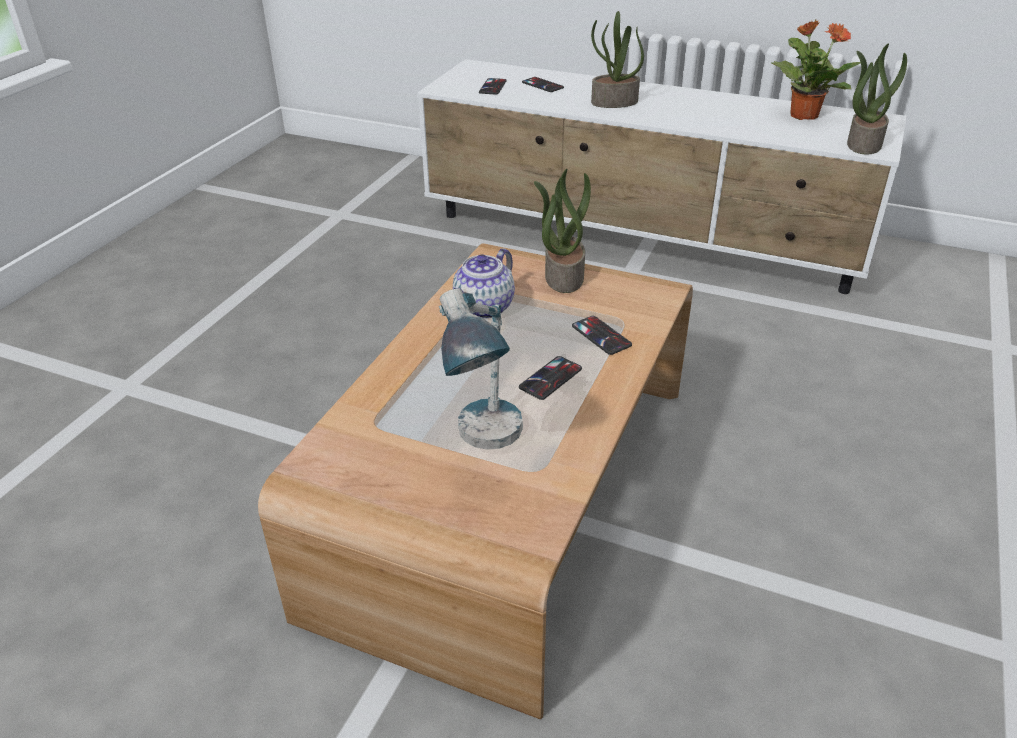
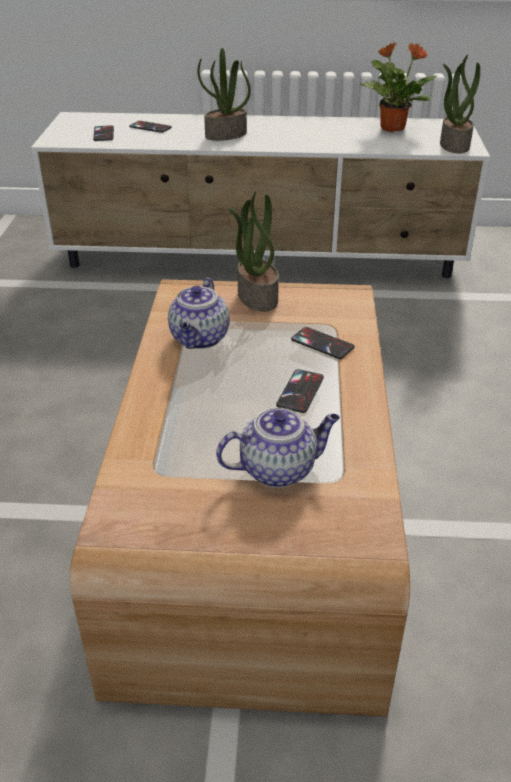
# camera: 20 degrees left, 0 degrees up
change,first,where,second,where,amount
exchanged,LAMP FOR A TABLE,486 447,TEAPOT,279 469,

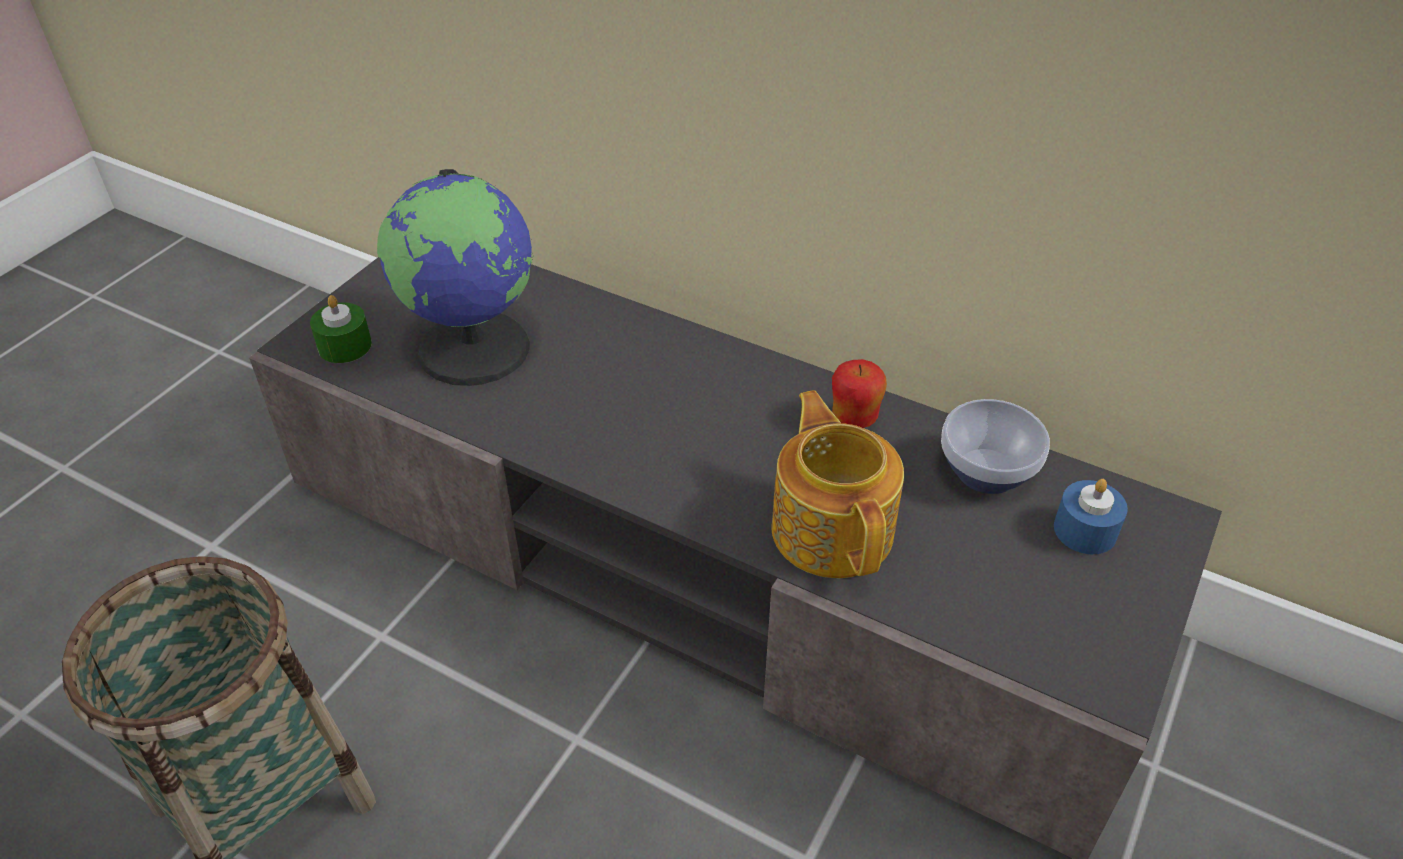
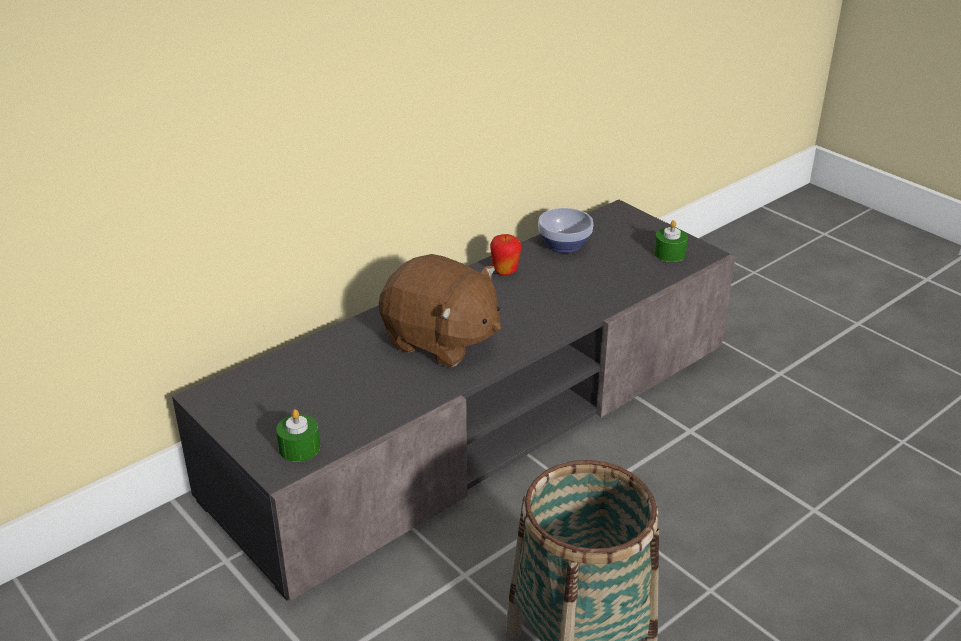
# camera: 70 degrees left, 10 degrees down
change,first,where,second,where,amount
appeared,,,BROWNISH CUDDLY TOY,441 341,
appeared,,,GREEN WAX CANDLE,669 253,
missing,GLOBE,476 348,,,
missing,TEAPOT,833 528,,,
missing,BLUISH WAX CANDLE,1085 530,,,

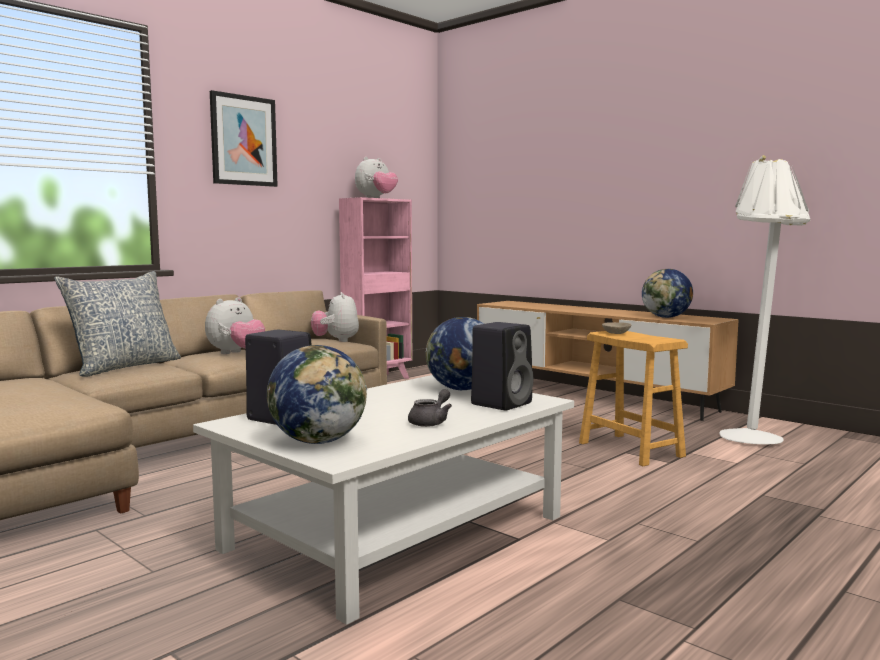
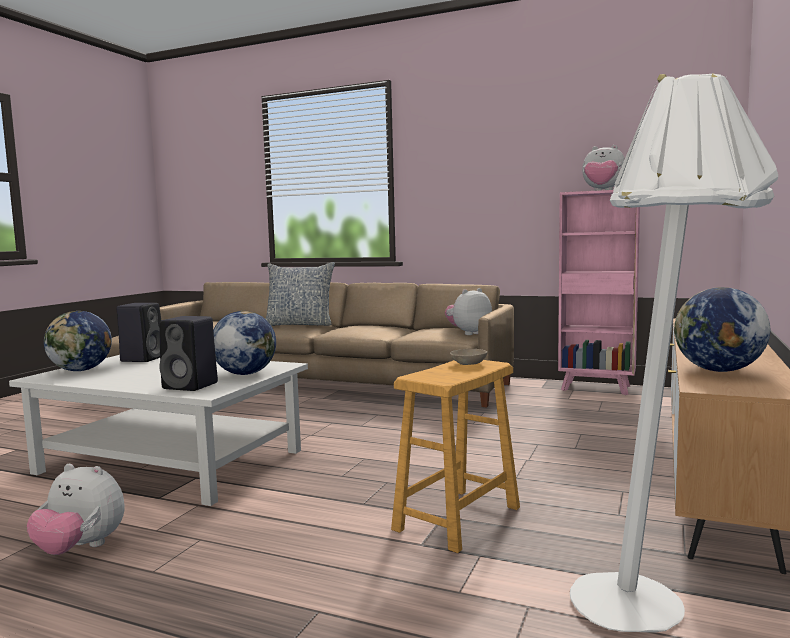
# camera: 70 degrees right, 0 degrees up
change,first,where,second,where,amount
relocated,CUDDLY TOY,236 353,,81 548,
missing,WALL PICTURE,243 140,,,
missing,GRAY TEAPOT,431 422,,,

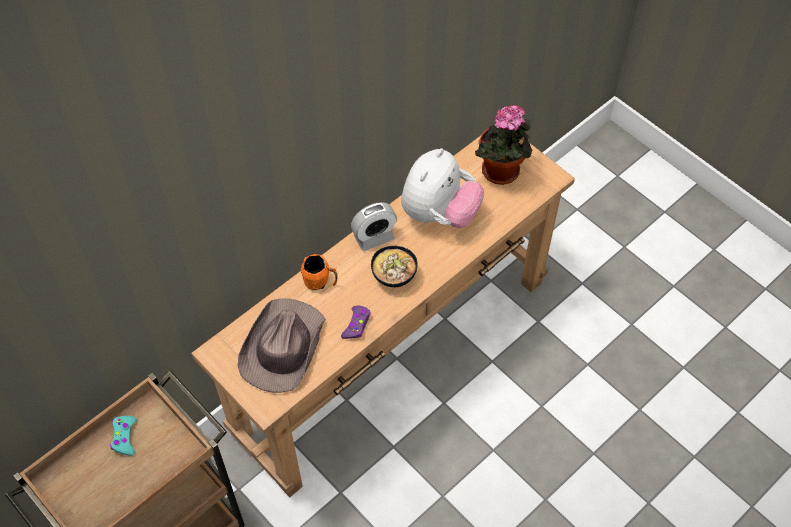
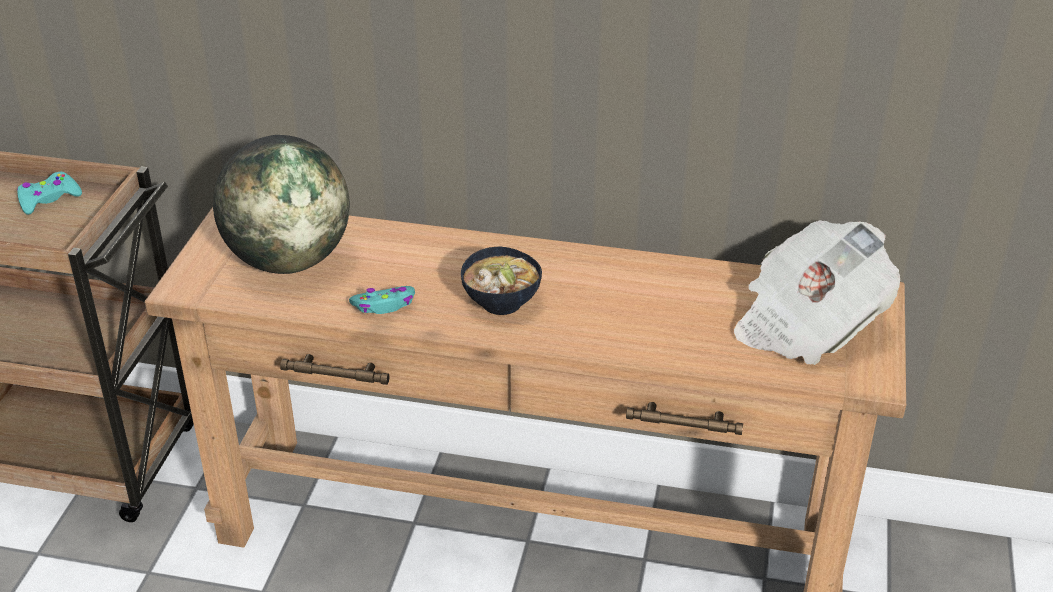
# camera: 55 degrees right, 20 degrees down
change,first,where,second,where,amount
exchanged,BROWNISH CLOTHING HAT,282 347,GLOBE,288 261,
colour,PURPLISH GAME CONTROLLER,356 325,BLUE-GREEN GAME CONTROLLER,384 305,
exchanged,HOUSEPLANT,501 173,DAILY PAPER,807 324,
missing,ORANGE-COLOURED TEA MUG,320 282,,,
missing,ALARM CLOCK,374 237,,,
missing,CUDDLY TOY,439 214,,,

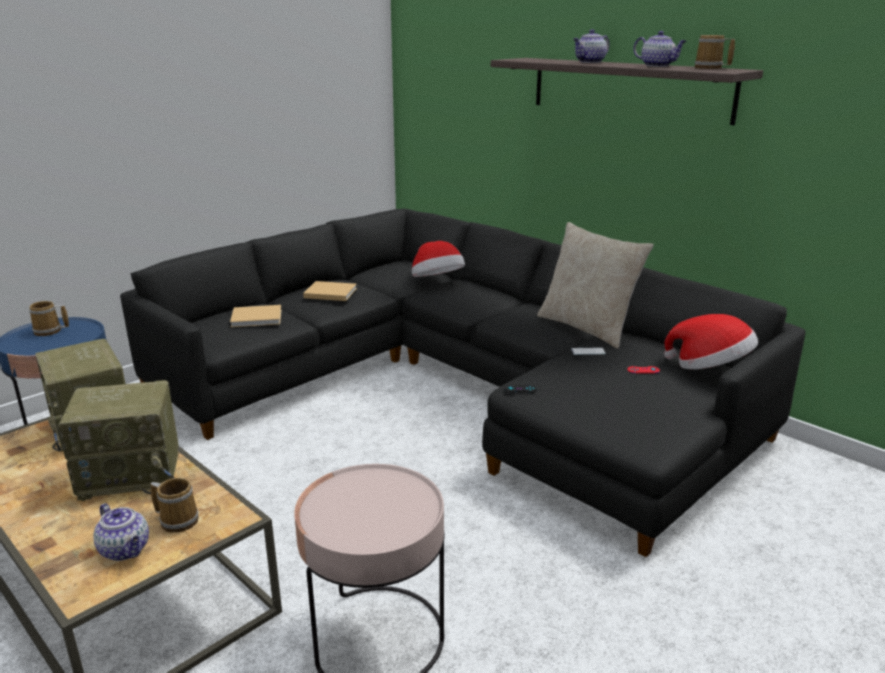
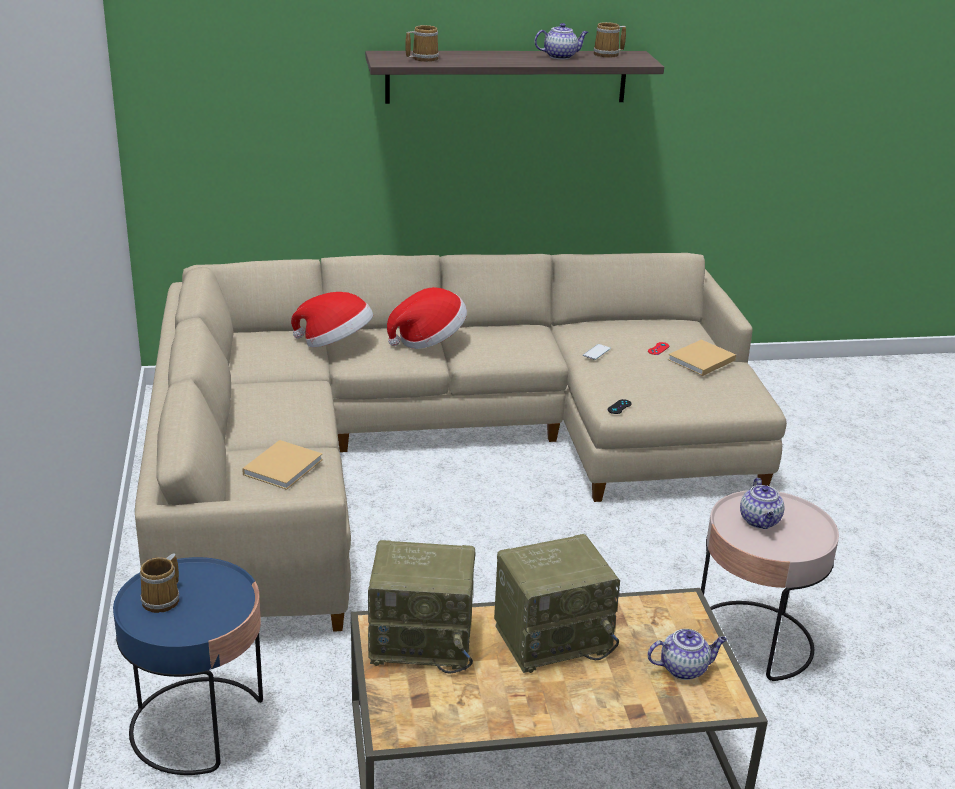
# camera: 55 degrees left, 5 degrees up
change,first,where,second,where,amount
colour,BLACK SETTEE,457 388,SAND-COLOURED SETTEE,431 451,
relocated,CLOTHING HAT,710 367,,428 340,
relocated,TEA MUG,178 519,,423 58,
spun,RADIO RECEIVER,133 474,,553 637,45 degrees clockwise
relocated,SAND-COLOURED BOOK,329 293,,700 360,
relocated,TEAPOT,589 62,,760 521,
missing,SAND-COLOURED CUSHION,587 327,,,

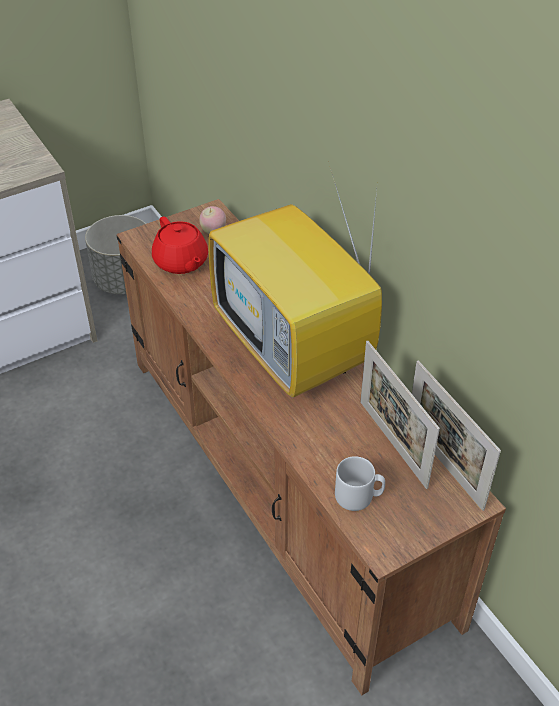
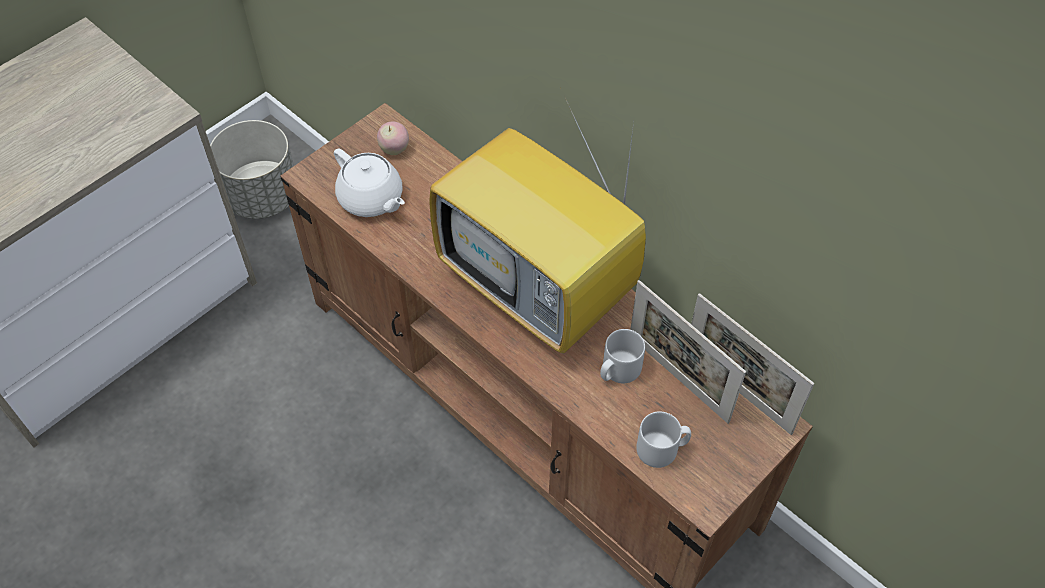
# camera: 15 degrees left, 10 degrees up
change,first,where,second,where,amount
colour,RED-COLOURED TEAPOT,181 262,WHITISH TEAPOT,371 199,
appeared,,,GRAY TEA MUG,618 370,

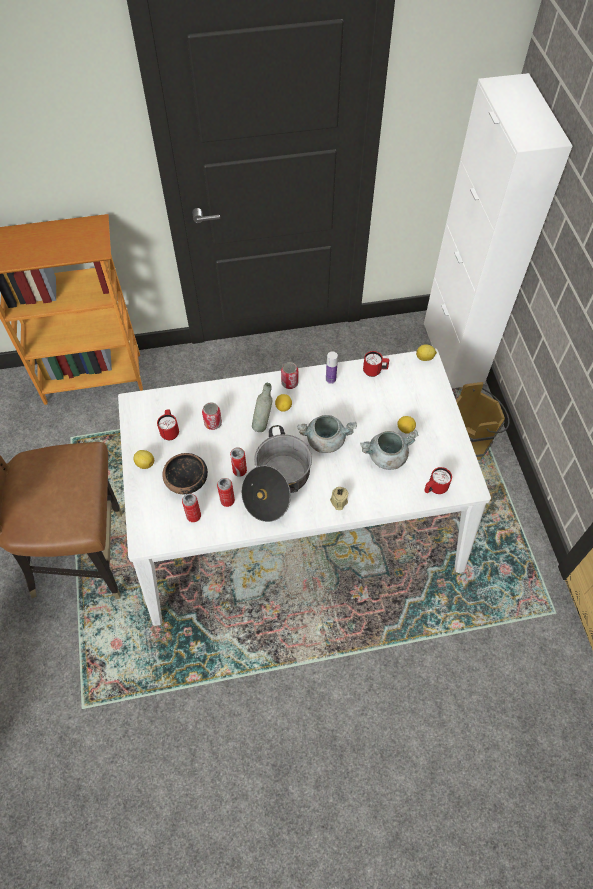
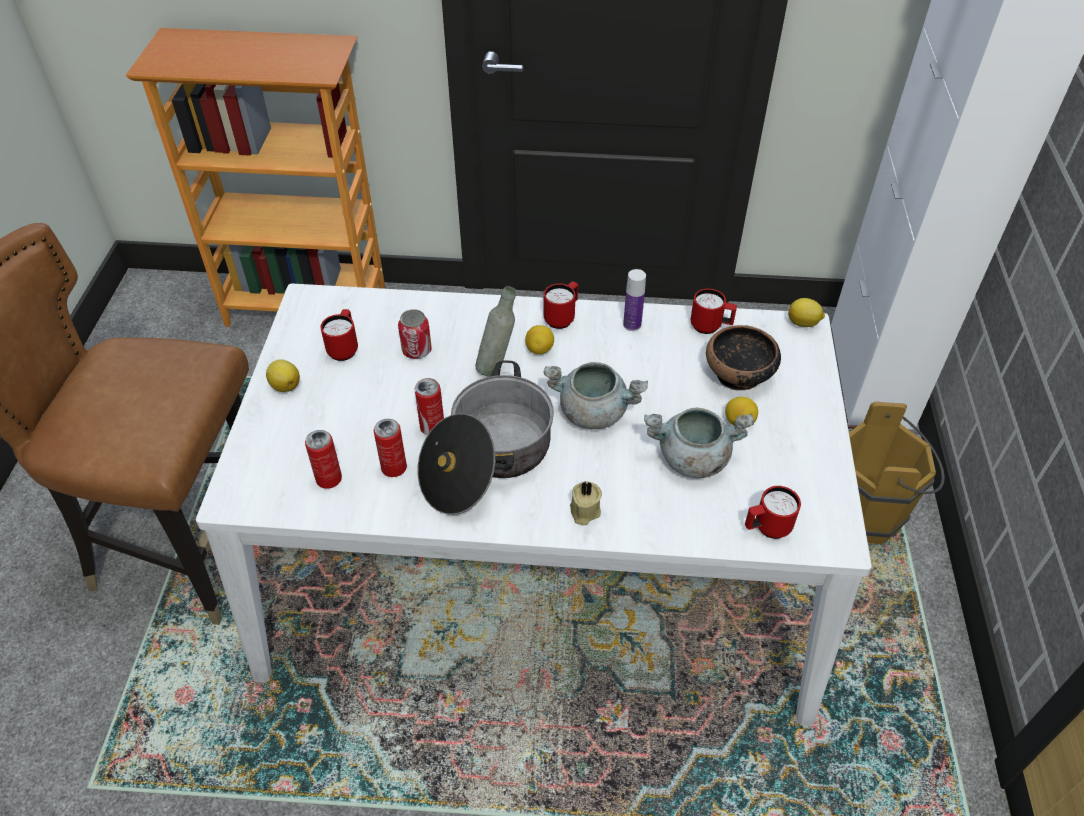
# camera: 15 degrees right, 10 degrees down
change,first,where,second,where,amount
exchanged,SEALED CAN,289 383,RED-COLOURED TEA MUG,562 318,
relocated,BOWL,187 482,,738 375,

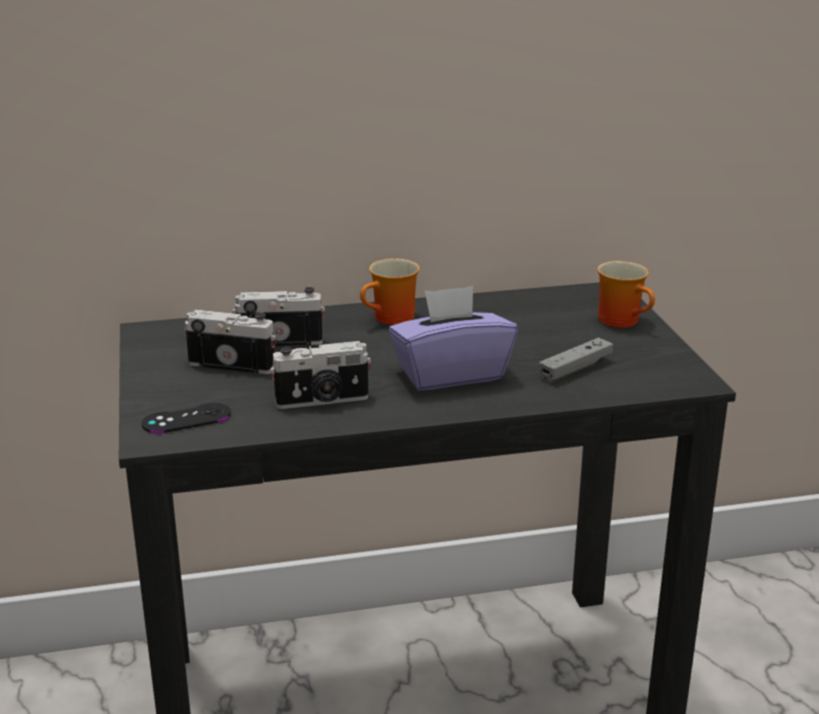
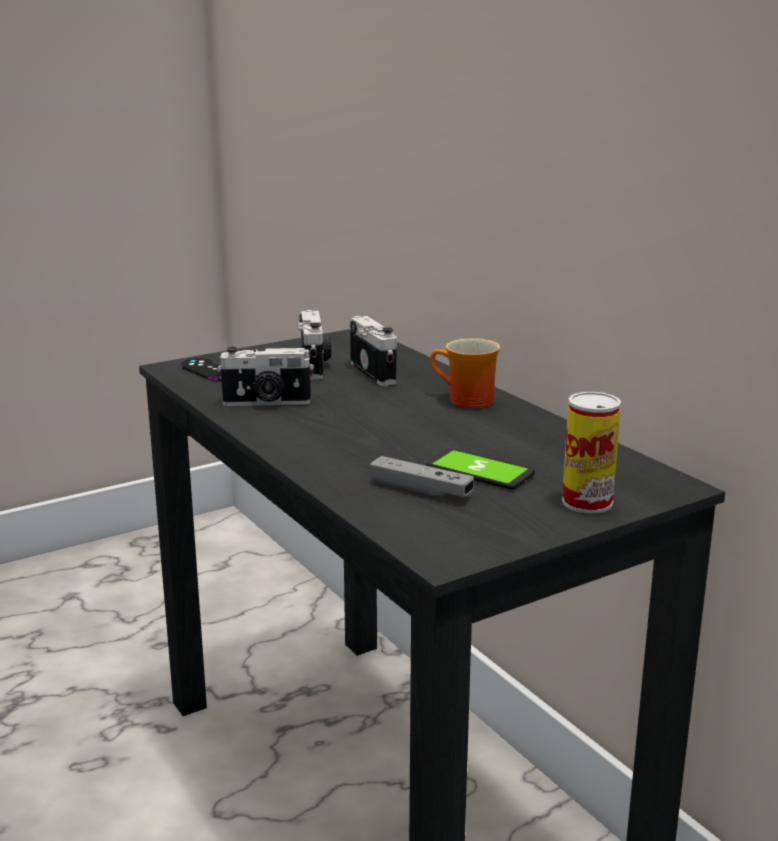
# camera: 70 degrees right, 5 degrees down
change,first,where,second,where,amount
spun,STILL CAMERA,322 401,,267 403,60 degrees counterclockwise
appeared,,,HANDSET,480 471,
exchanged,TEA MUG,624 320,SEALED CAN,587 502,
missing,PURPLISH TISSUE HOLDER,450 374,,,

